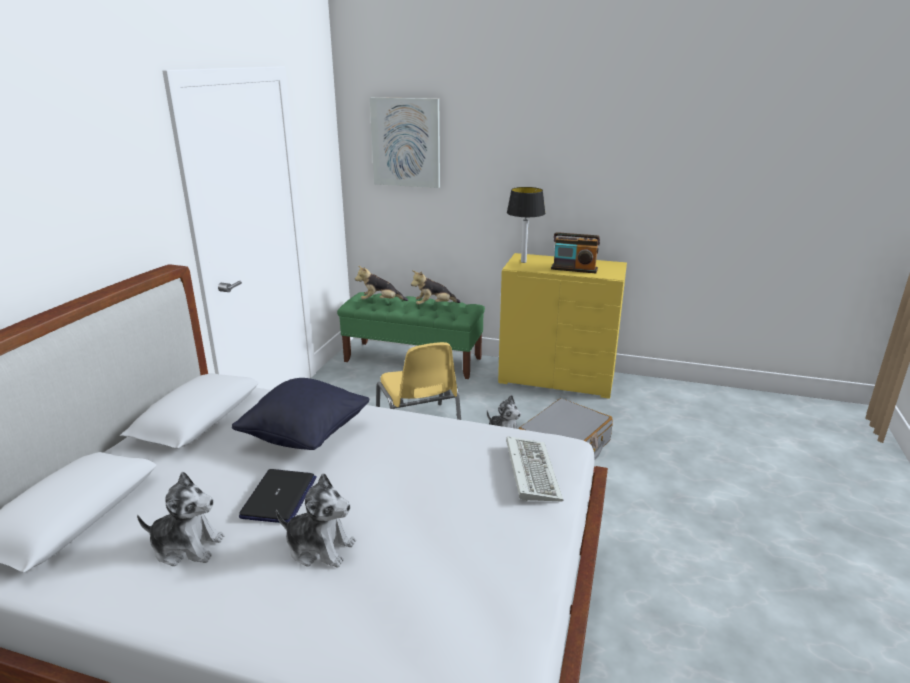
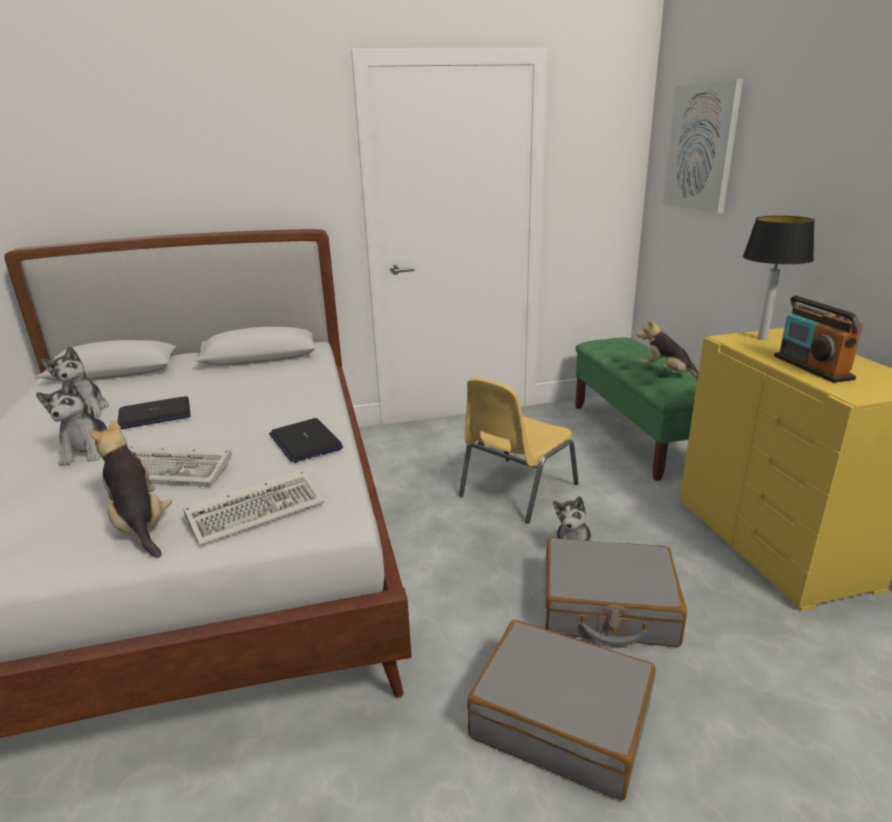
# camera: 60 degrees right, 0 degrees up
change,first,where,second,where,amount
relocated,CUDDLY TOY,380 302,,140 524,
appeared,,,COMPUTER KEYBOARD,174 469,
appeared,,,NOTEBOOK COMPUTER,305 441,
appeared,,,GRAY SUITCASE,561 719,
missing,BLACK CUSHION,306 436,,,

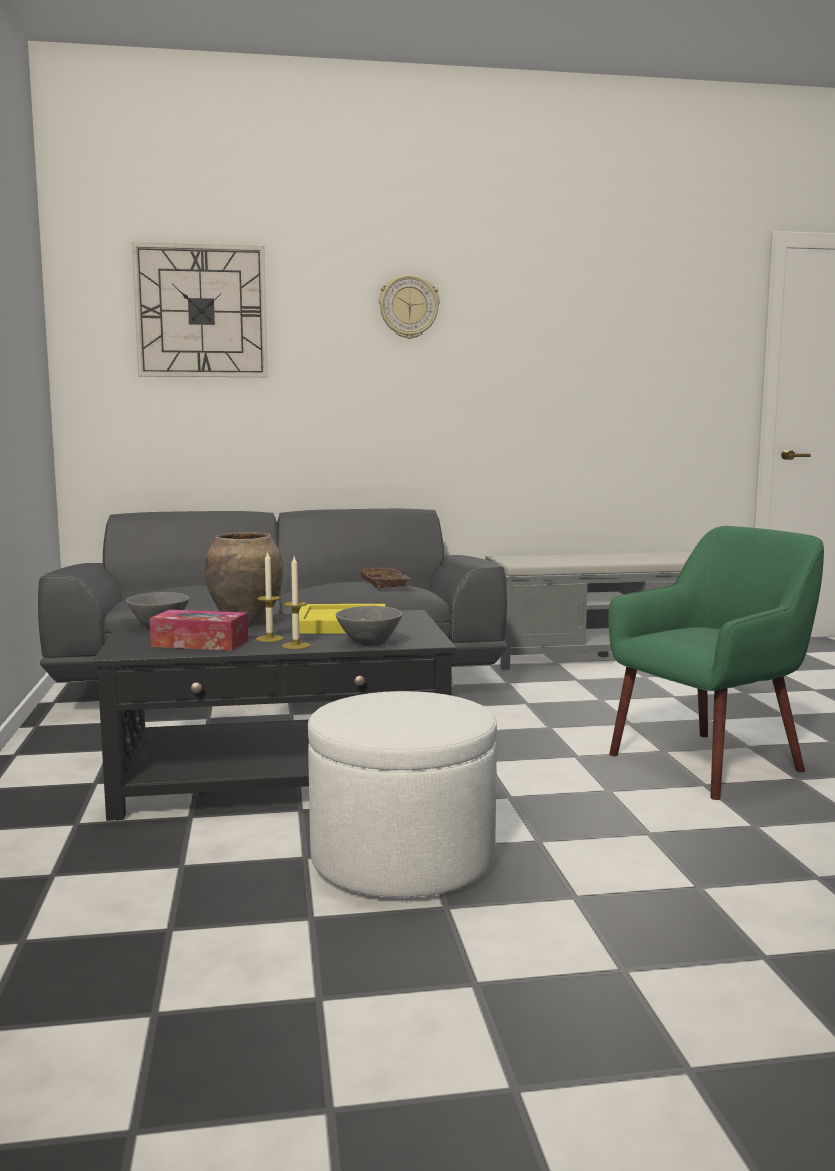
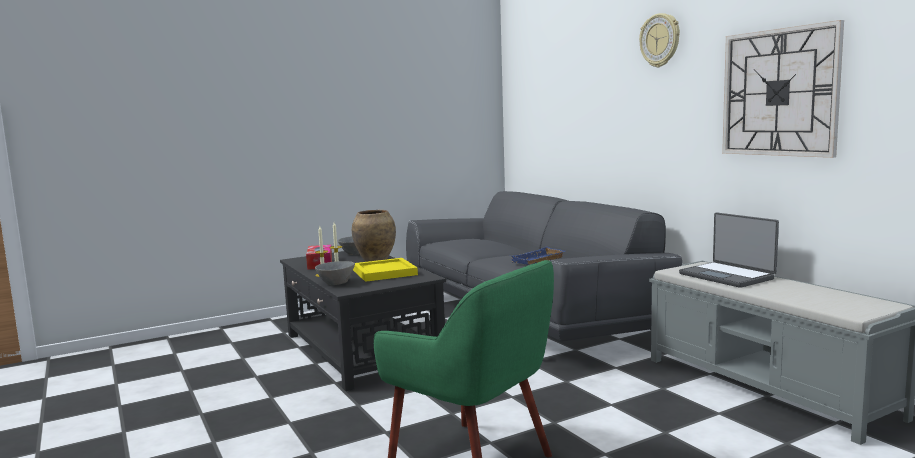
# camera: 70 degrees right, 0 degrees up
change,first,where,second,where,amount
colour,BROWNISH SERVING TRAY,386 582,BLUISH SERVING TRAY,538 260,
appeared,,,NOTEBOOK COMPUTER,727 276,
relocated,CLOCK ON THE WALL,201 311,,779 92,
missing,WHITISH OTTOMAN,402 859,,,

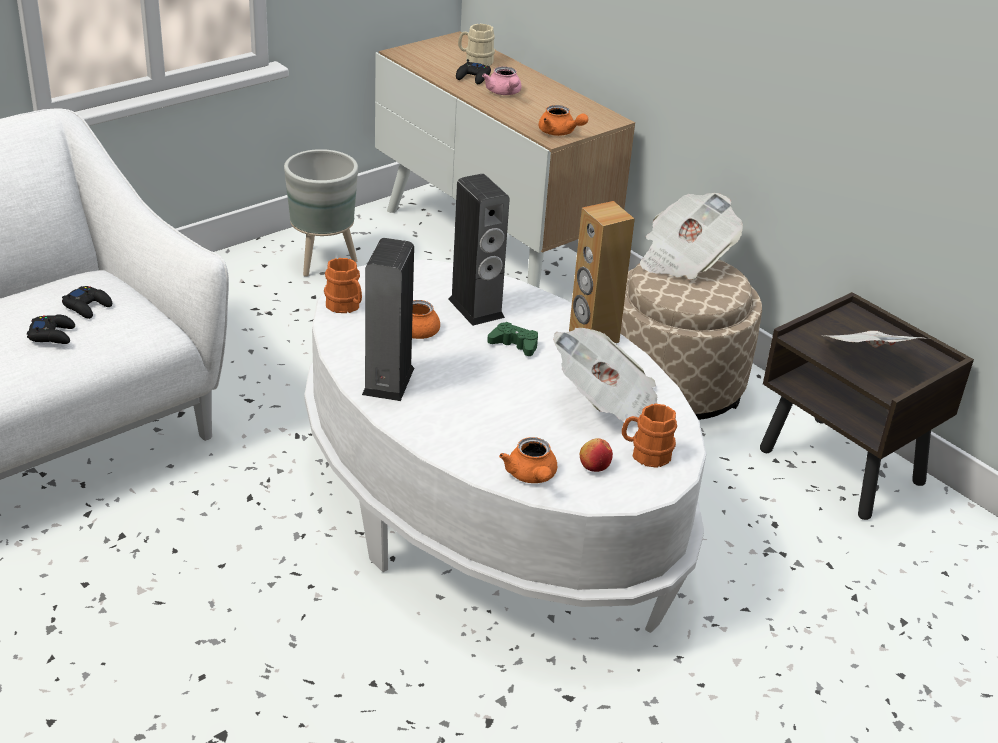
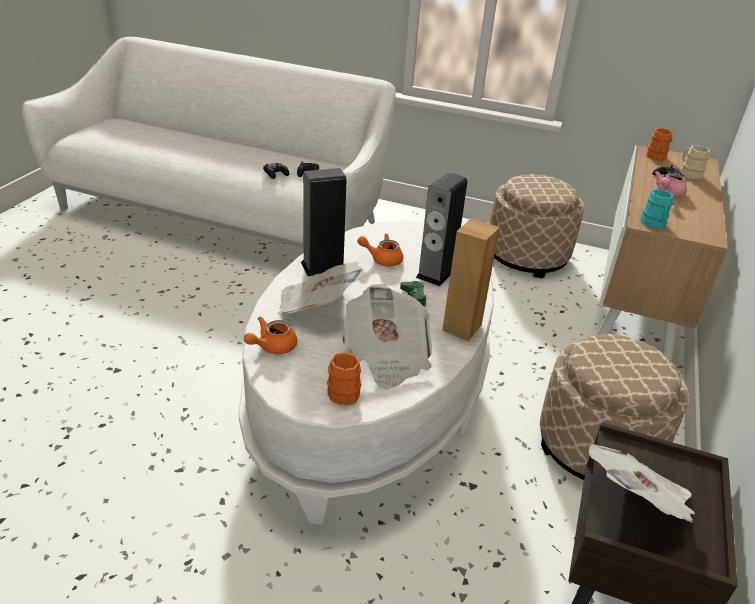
# camera: 60 degrees right, 0 degrees up
change,first,where,second,where,amount
relocated,DAILY PAPER,684 259,,317 306,
exchanged,GRAY FLOWER POT,323 261,SAND-COLOURED OTTOMAN,527 256,
exchanged,ORANGE-COLOURED TEAPOT,560 133,BLUE-GREEN TEA MUG,653 224,
relocated,ORANGE-COLOURED TEA MUG,345 306,,655 157,
missing,APPLE,594 466,,,

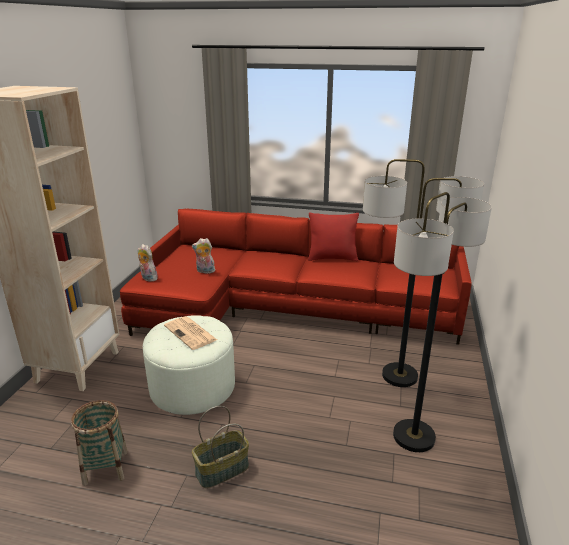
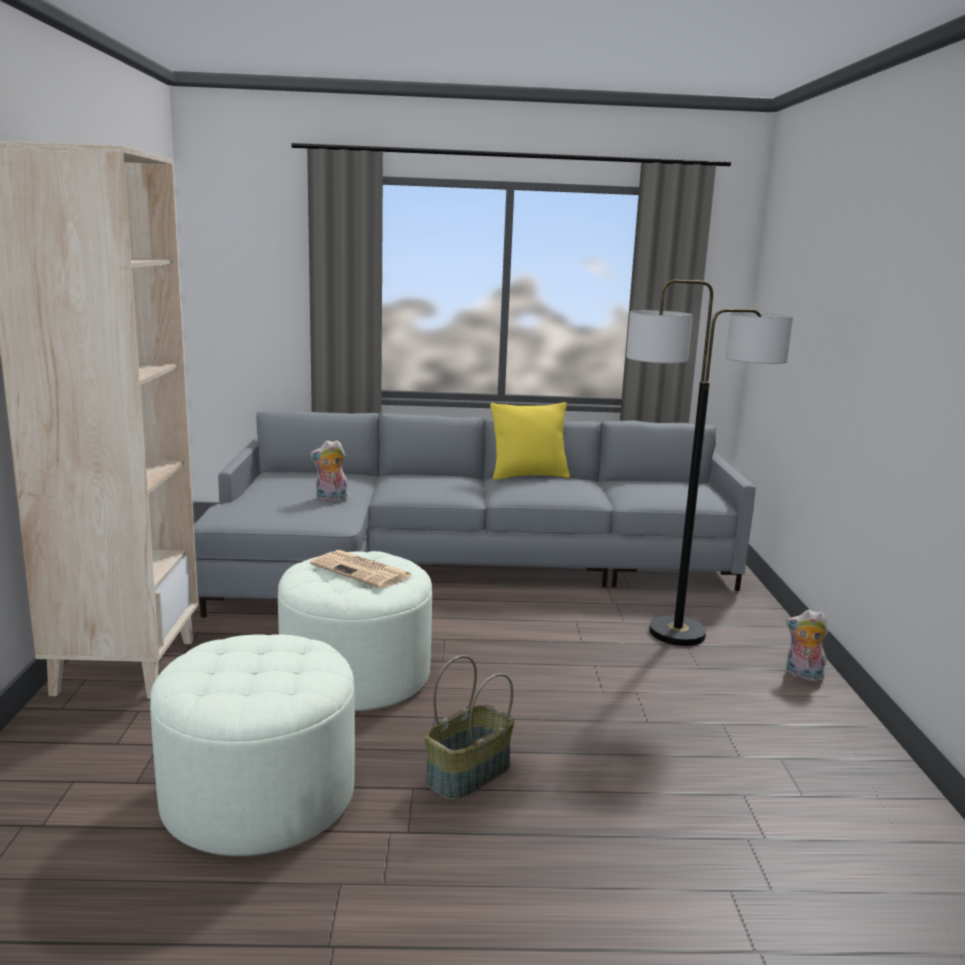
# camera: 15 degrees left, 10 degrees down
change,first,where,second,where,amount
exchanged,STORAGE BASKET,105 467,WHITISH OTTOMAN,259 796,
colour,RED-COLOURED SETTEE,286 309,GRAY SETTEE,457 567,
colour,RED-COLOURED CUSHION,332 258,YELLOWISH CUSHION,528 476,
relocated,CUDDLY TOY,148 278,,802 676,
missing,STANDARD LAMP,414 436,,,

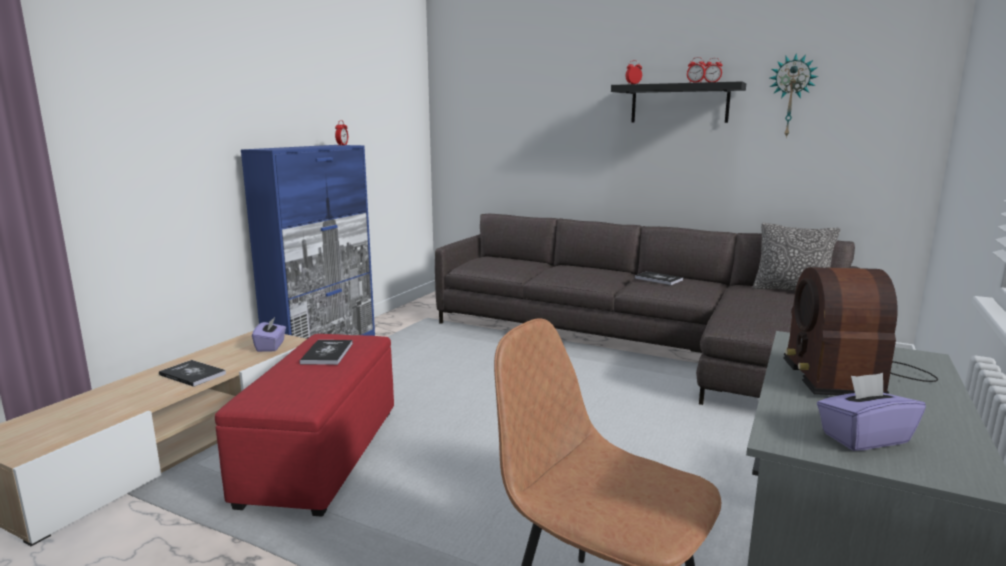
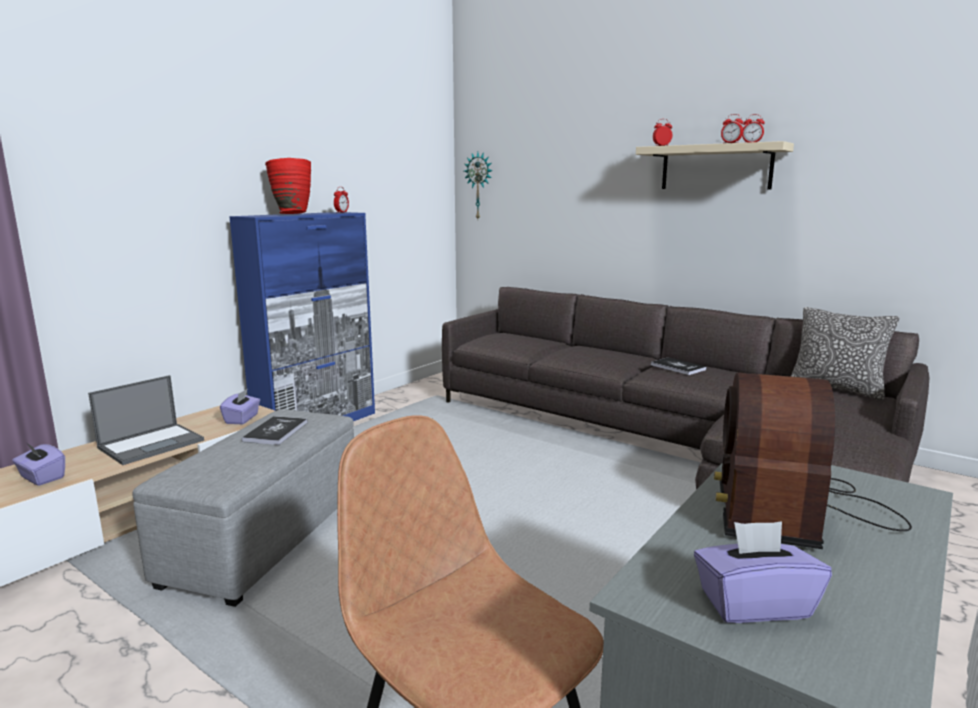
# camera: 10 degrees right, 0 degrees up
change,first,where,second,where,amount
appeared,,,PURPLISH TISSUE HOLDER,41 477,
exchanged,BOOK,192 374,NOTEBOOK COMPUTER,152 444,
colour,RED-COLOURED OTTOMAN,323 455,GRAY OTTOMAN,267 538,
appeared,,,RED-COLOURED FLOWER VASE,291 214,
relocated,CLOCK ON THE WALL,791 96,,479 186,
colour,BLACK WALL SHELF,679 103,SAND-COLOURED WALL SHELF,716 167,

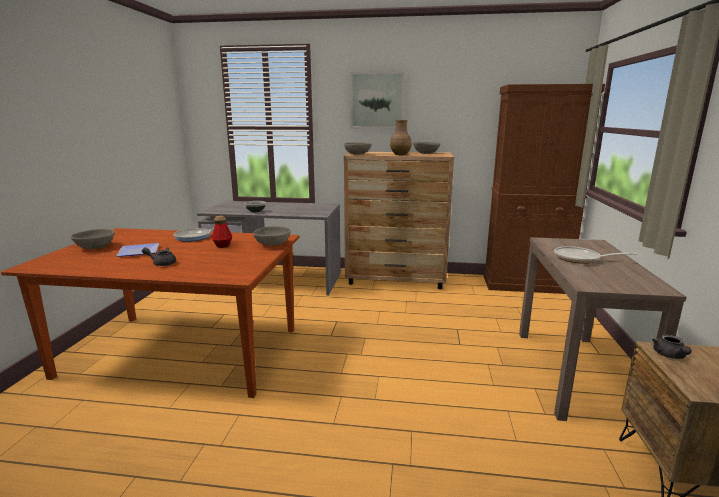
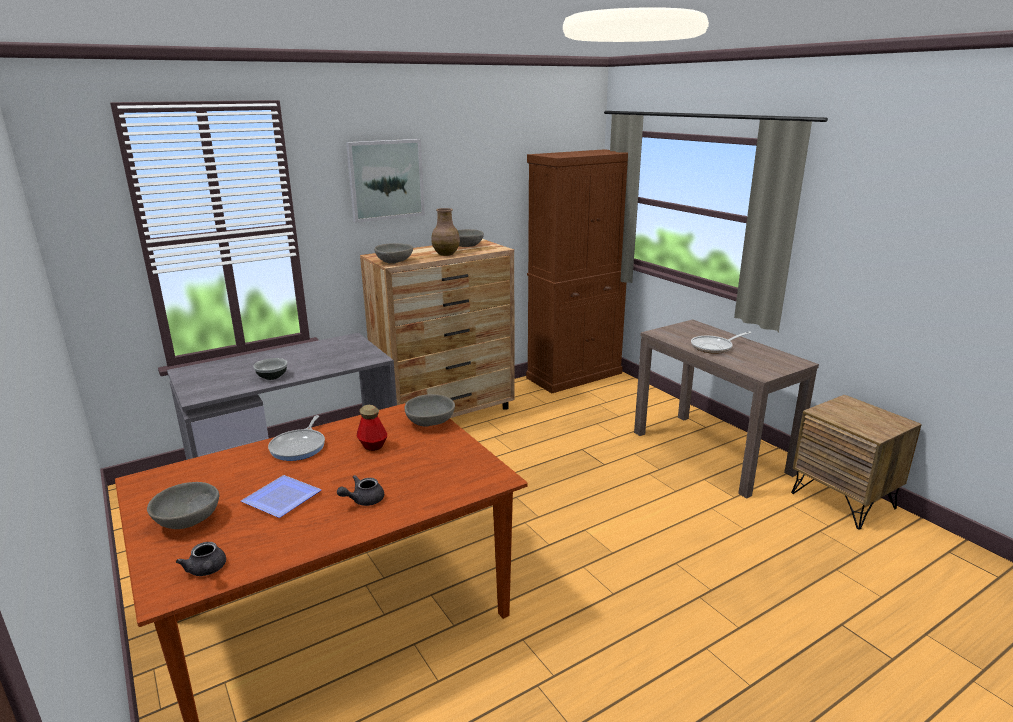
# camera: 40 degrees left, 5 degrees up
change,first,where,second,where,amount
relocated,GRAY TEAPOT,670 356,,207 570,

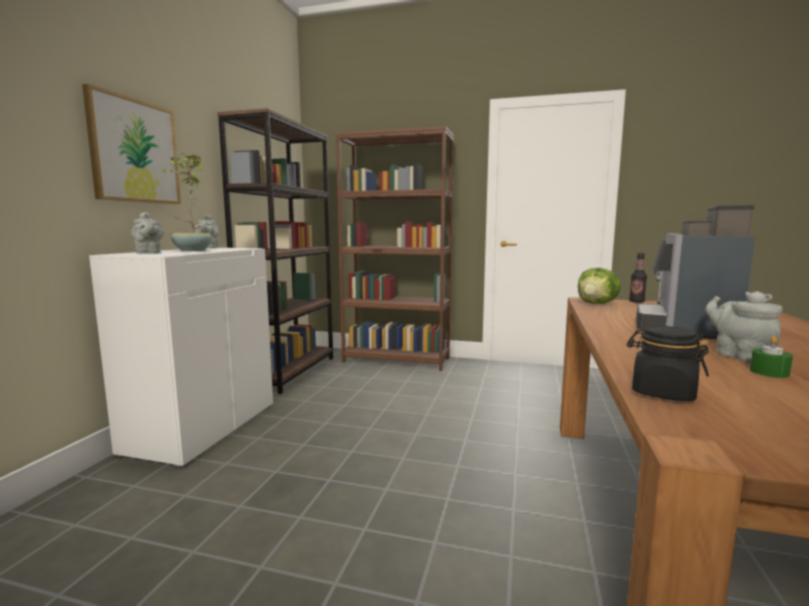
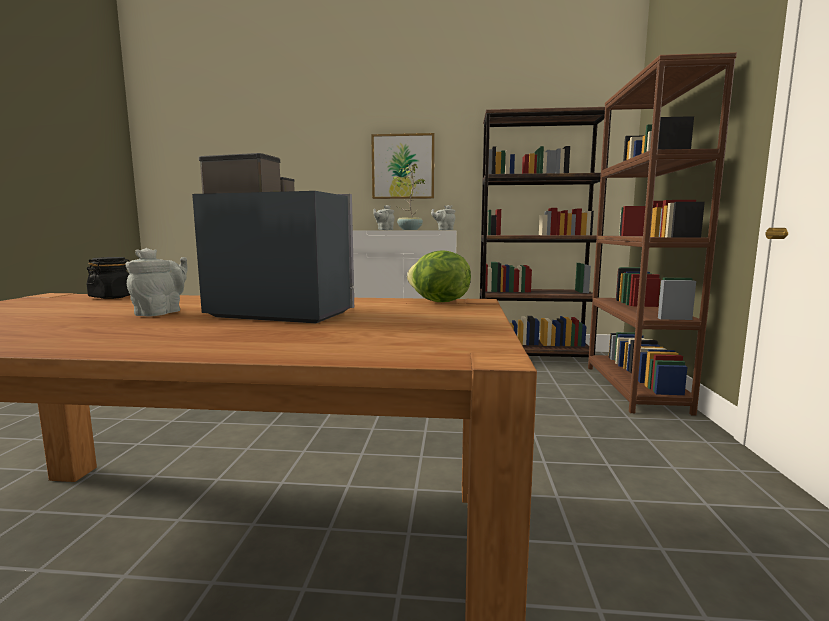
# camera: 80 degrees right, 0 degrees up
change,first,where,second,where,amount
spun,GRAY TEAPOT,739 355,,161 313,45 degrees counterclockwise
missing,DRINK BOTTLE,636 301,,,
missing,GREEN WAX CANDLE,769 372,,,

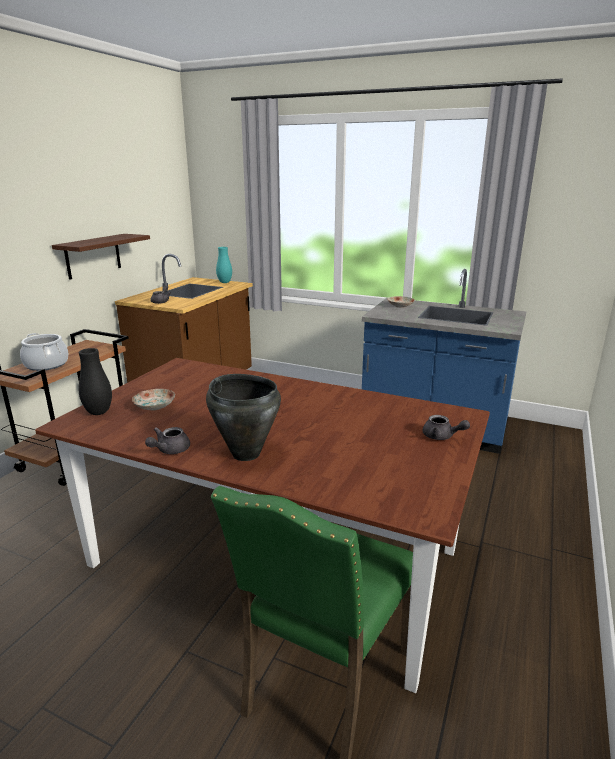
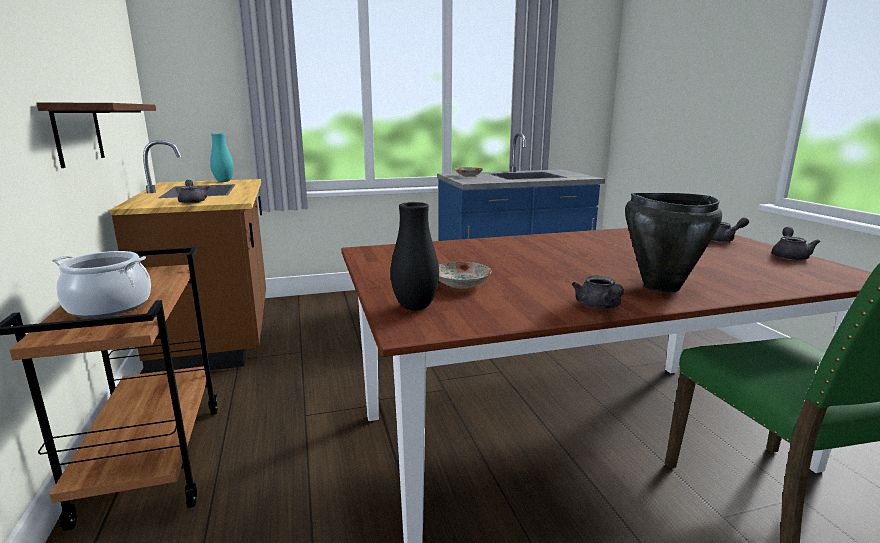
# camera: 40 degrees left, 5 degrees down
change,first,where,second,where,amount
appeared,,,GRAY TEAPOT,789 256,

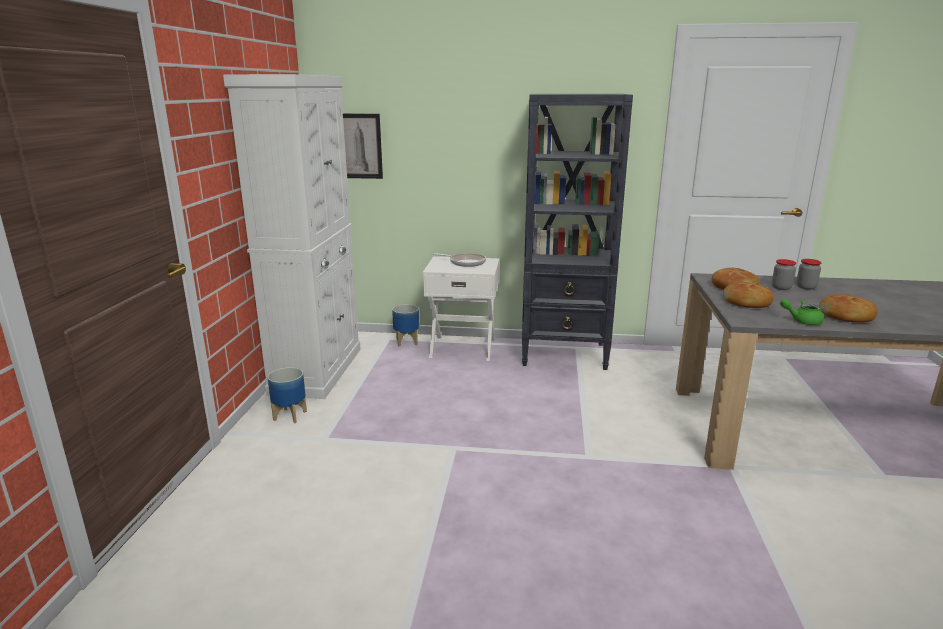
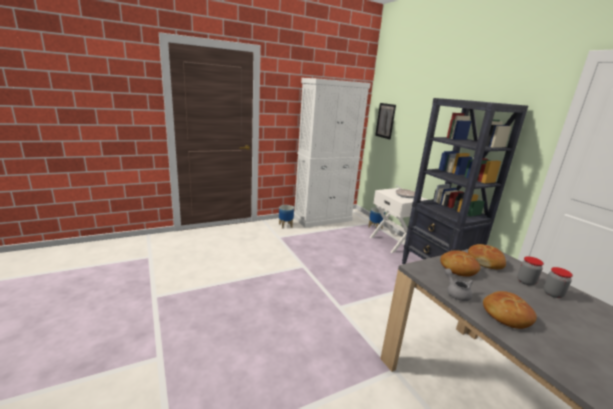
# camera: 55 degrees right, 0 degrees up
change,first,where,second,where,amount
colour,GREEN TEAPOT,802 321,GRAY TEAPOT,456 293,

